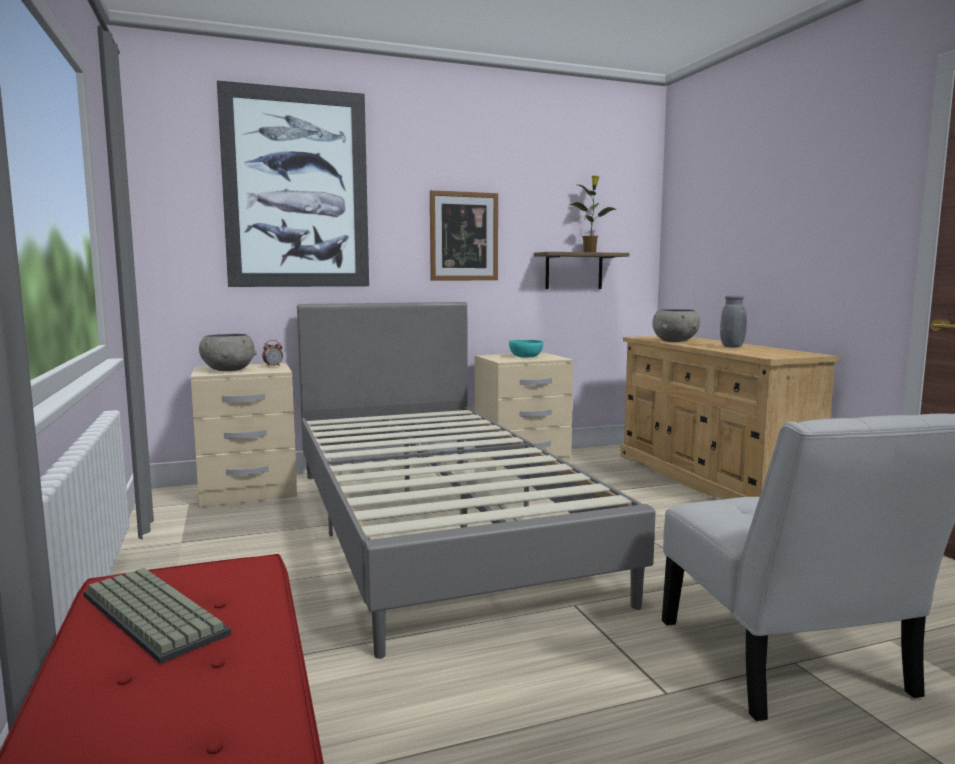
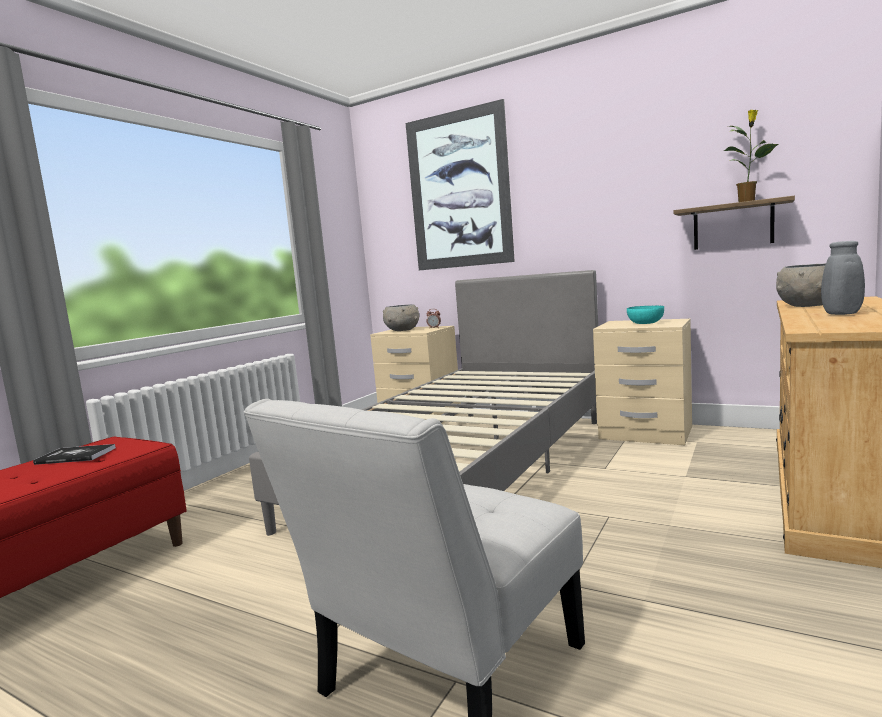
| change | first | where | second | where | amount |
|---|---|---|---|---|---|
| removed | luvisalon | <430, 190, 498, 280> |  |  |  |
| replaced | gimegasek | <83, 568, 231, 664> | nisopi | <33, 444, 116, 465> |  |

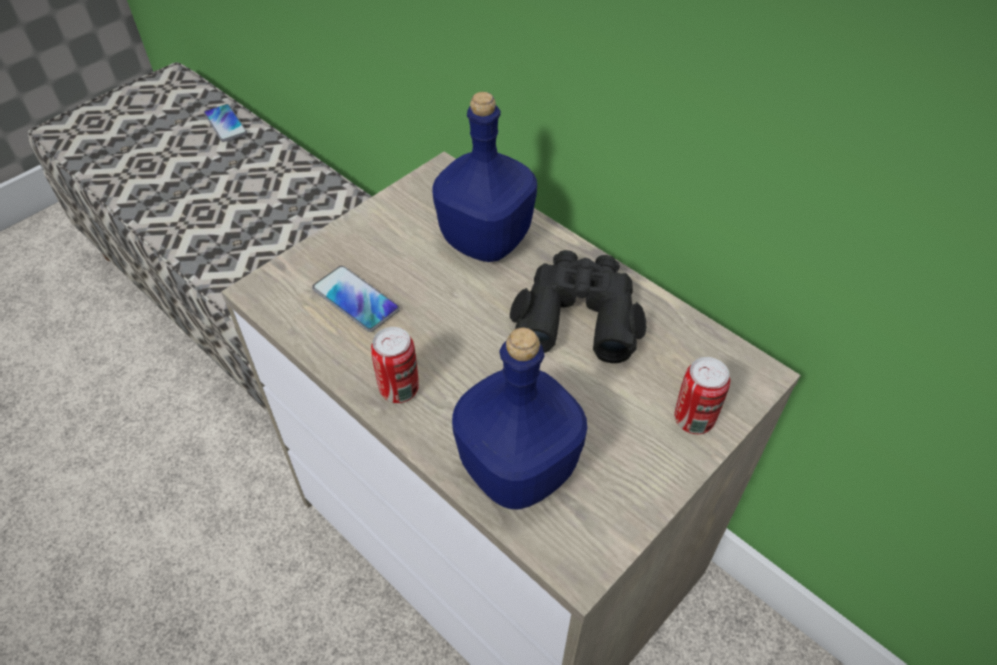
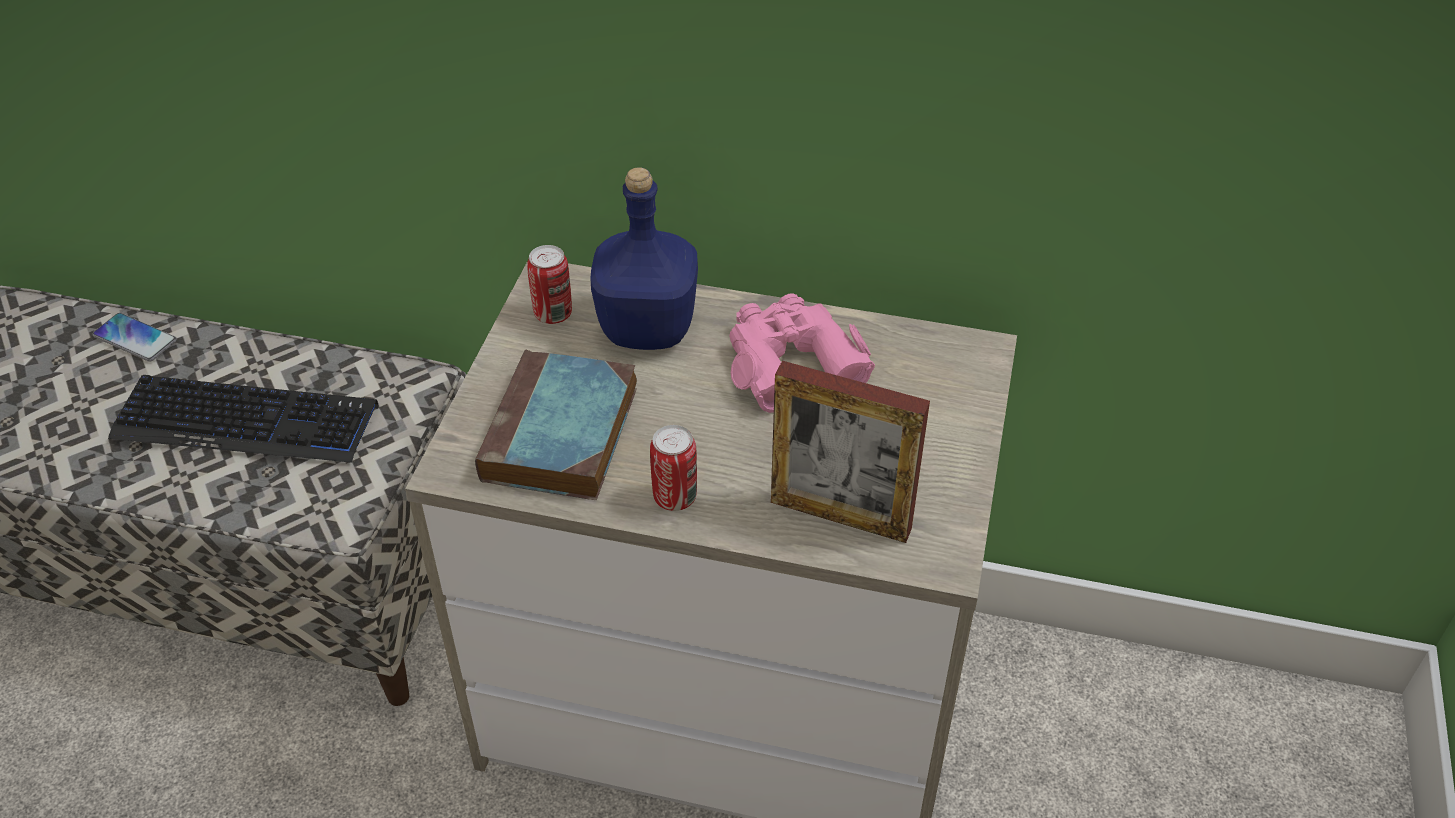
| change | first | where | second | where | amount |
|---|---|---|---|---|---|
| added |  |  | gimegasek | <108, 375, 378, 463> |  |
| moved | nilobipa | <675, 357, 730, 434> |  | <527, 245, 572, 324> |  |
| replaced | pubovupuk | <312, 266, 400, 332> | nisopi | <475, 349, 637, 500> |  |
| replaced | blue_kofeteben | <452, 328, 587, 509> | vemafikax | <771, 361, 930, 543> |  |
| recoloured | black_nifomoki | <510, 250, 646, 363> | pink_nifomoki | <729, 293, 875, 413> |  |

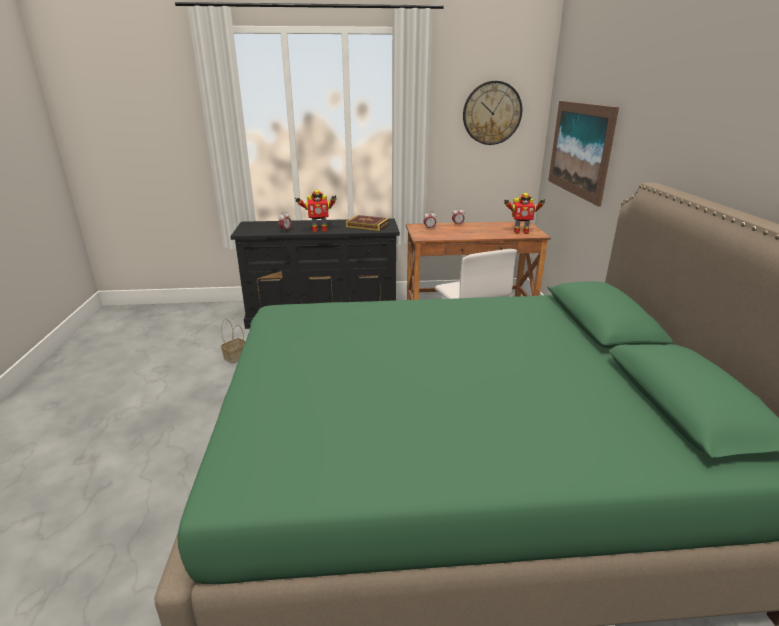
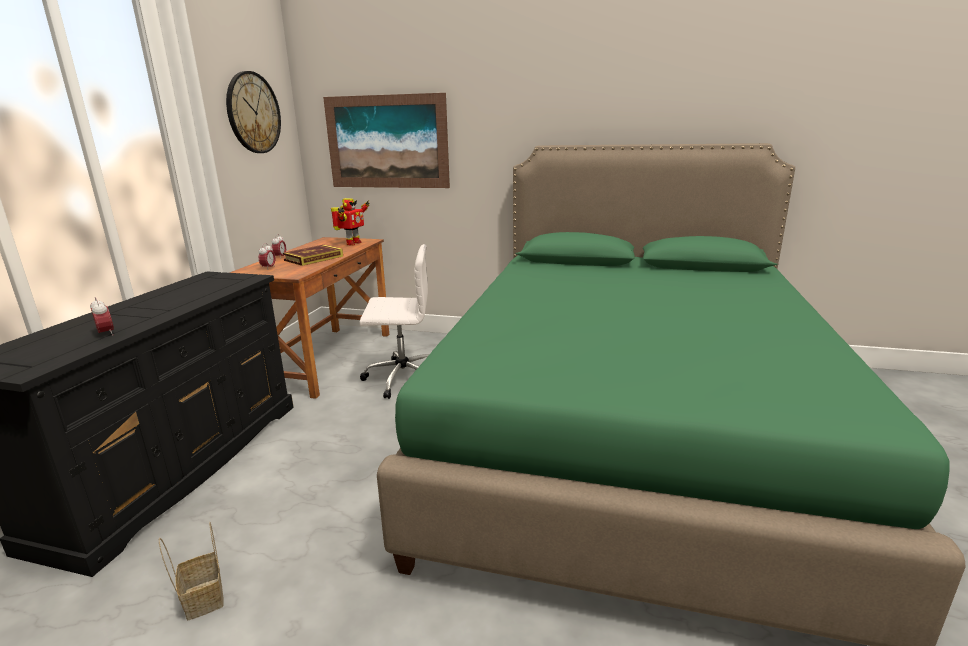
| change | first | where | second | where | amount |
|---|---|---|---|---|---|
| removed | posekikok | <295, 190, 337, 232> |  |  |  |
| moved | nisopi | <346, 215, 389, 231> |  | <283, 245, 343, 266> |  |

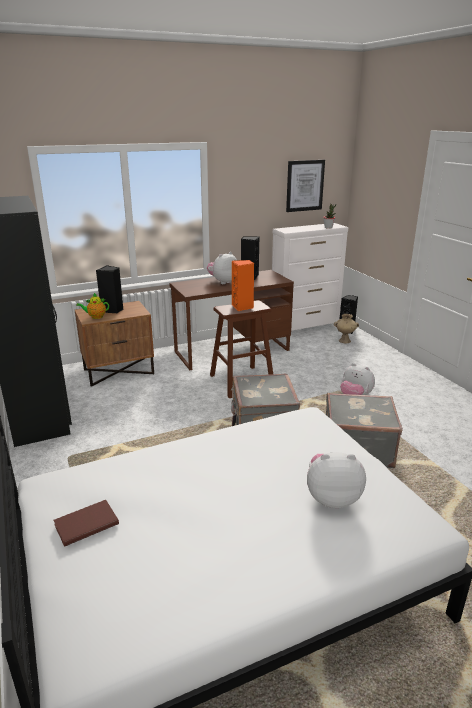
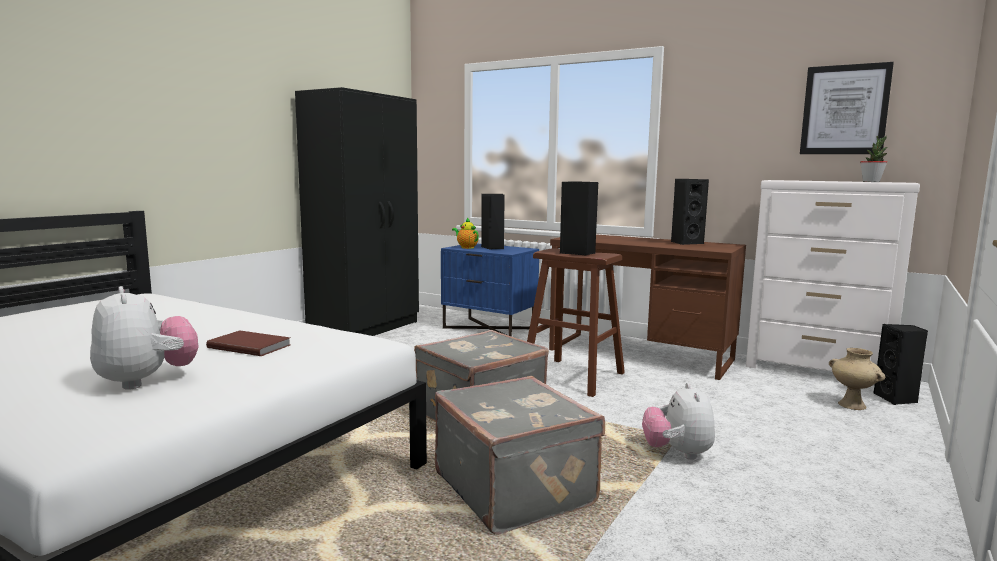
| change | first | where | second | where | amount |
|---|---|---|---|---|---|
| removed | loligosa | <207, 252, 237, 284> |  |  |  |
| moved | brown_nisopi | <54, 500, 119, 547> |  | <206, 330, 290, 356> |  |
| recoloured | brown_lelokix | <75, 301, 154, 387> | blue_lelokix | <441, 244, 539, 337> |  |
| recoloured | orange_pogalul | <232, 260, 254, 311> | black_pogalul | <560, 181, 598, 255> |  |

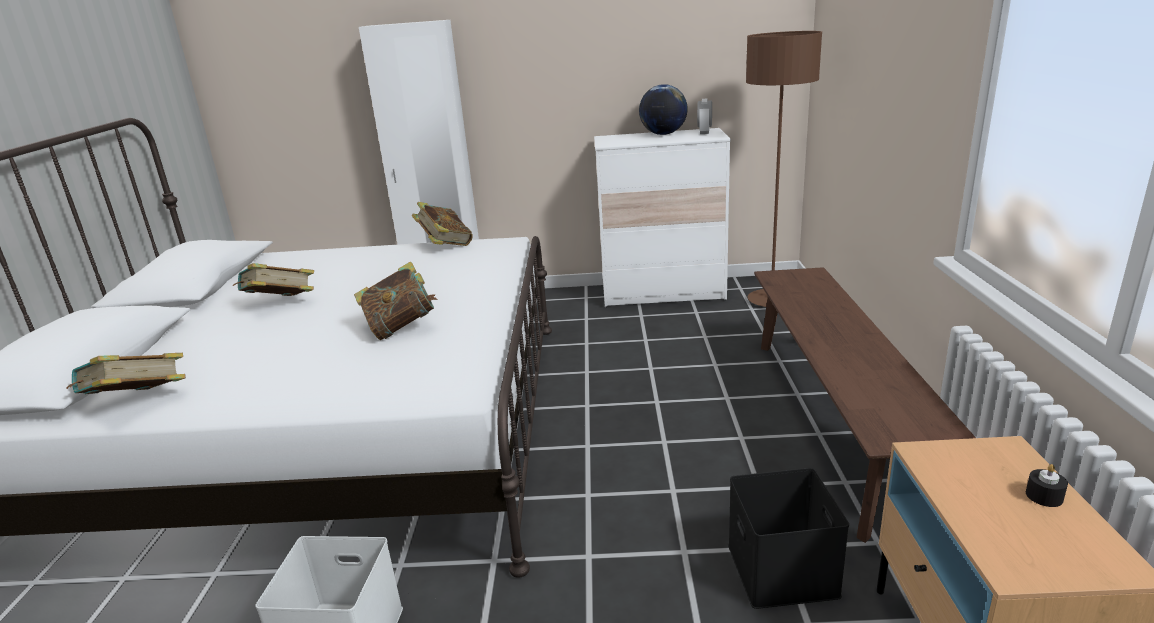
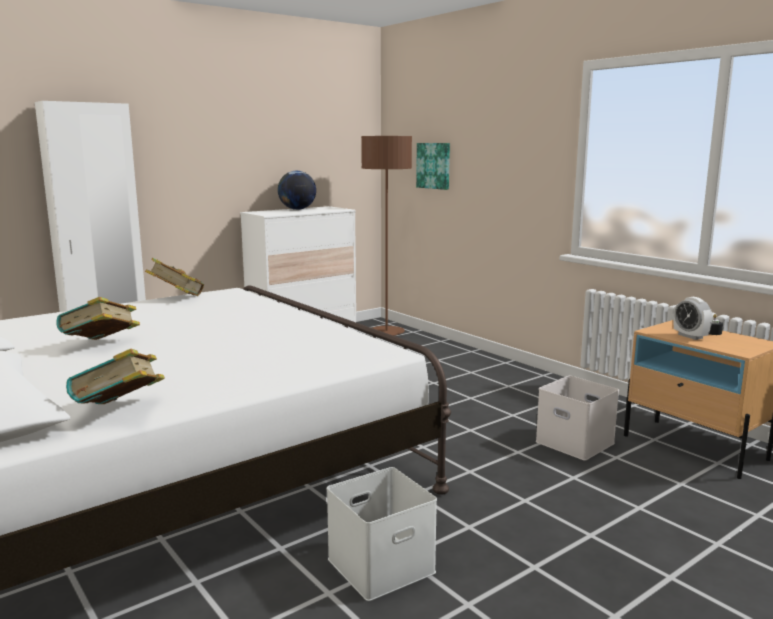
| change | first | where | second | where | amount |
|---|---|---|---|---|---|
| removed | nisopi | <354, 261, 438, 340> |  |  |  |
| removed | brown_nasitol | <754, 267, 976, 543> |  |  |  |
| added |  |  | luvisalon | <416, 143, 450, 190> |  |
| moved | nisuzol | <697, 99, 712, 134> |  | <673, 297, 712, 340> |  |
| recoloured | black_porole | <728, 468, 849, 609> | white_porole | <536, 376, 619, 460> |  |

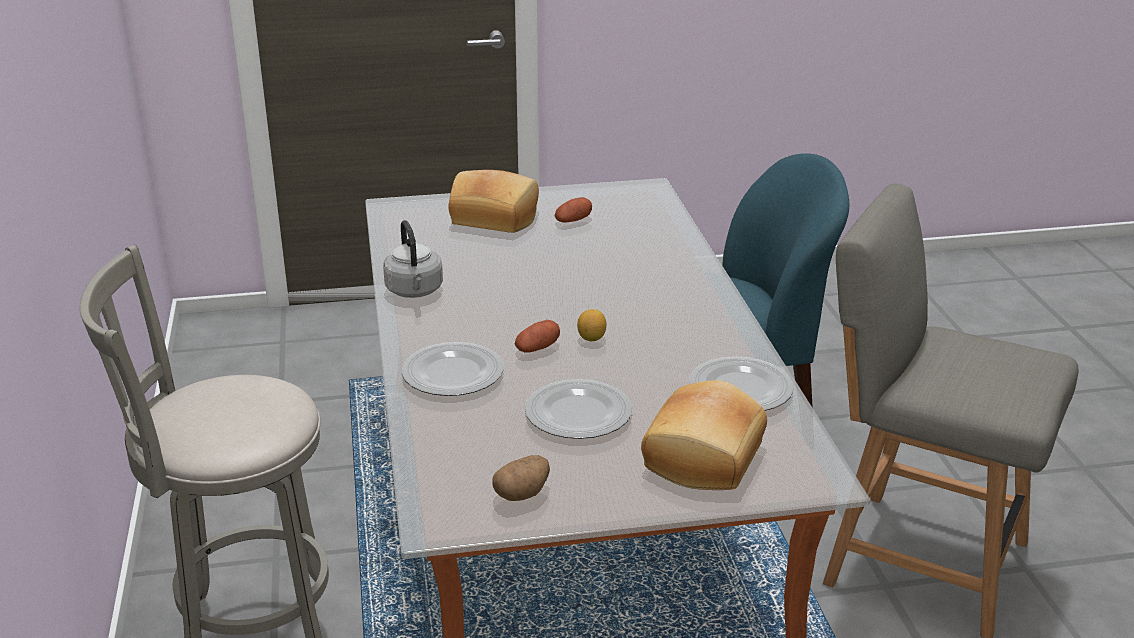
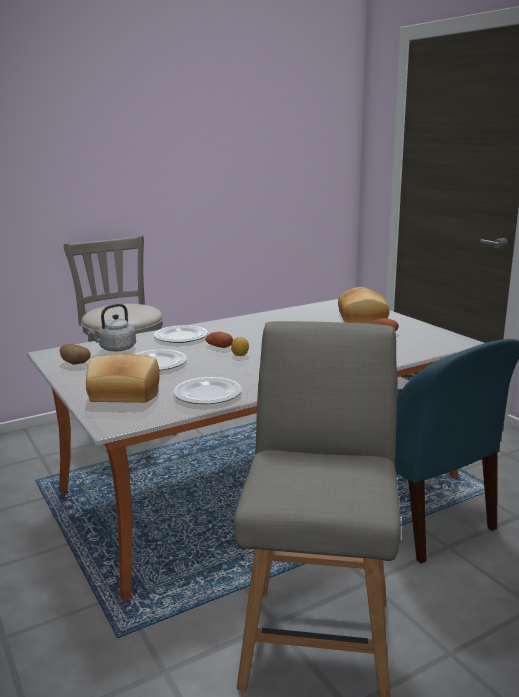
| change | first | where | second | where | amount |
|---|---|---|---|---|---|
| moved | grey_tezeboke | <383, 220, 443, 298> |  | <87, 304, 136, 351> |  |

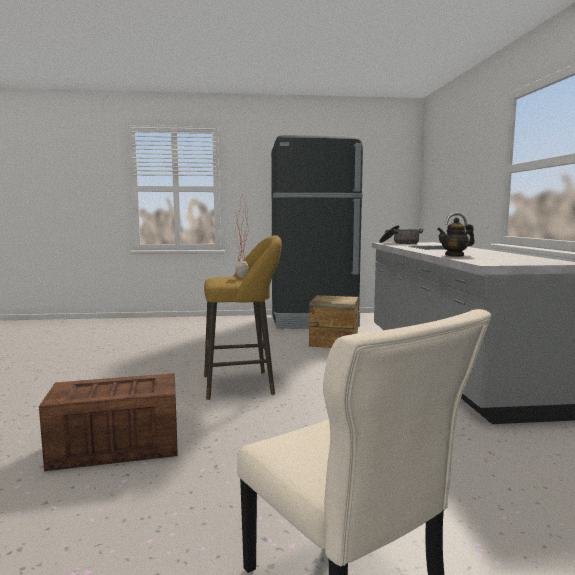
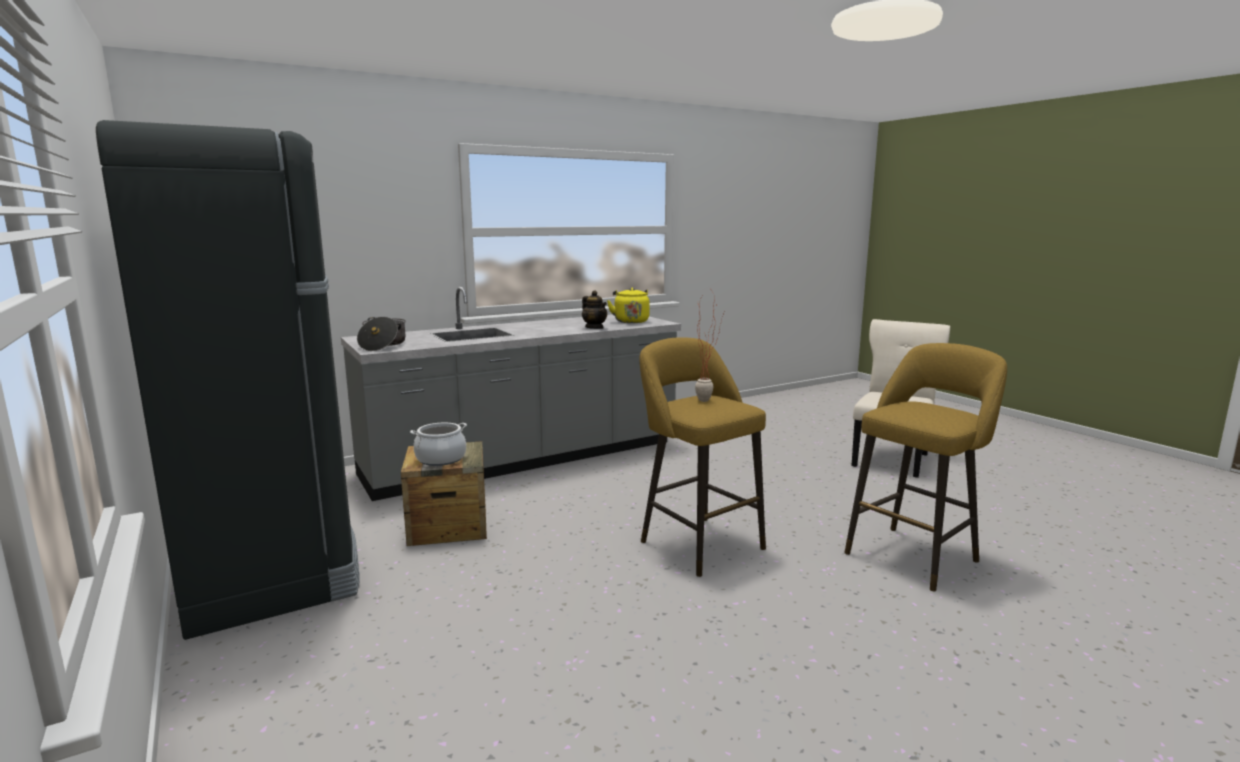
| change | first | where | second | where | amount |
|---|---|---|---|---|---|
| added |  |  | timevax | <410, 423, 467, 466> |  |
| added |  |  | yellow_tezeboke | <607, 288, 650, 323> |  |
| replaced | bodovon | <39, 373, 178, 471> | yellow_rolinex | <844, 343, 1007, 591> |  |

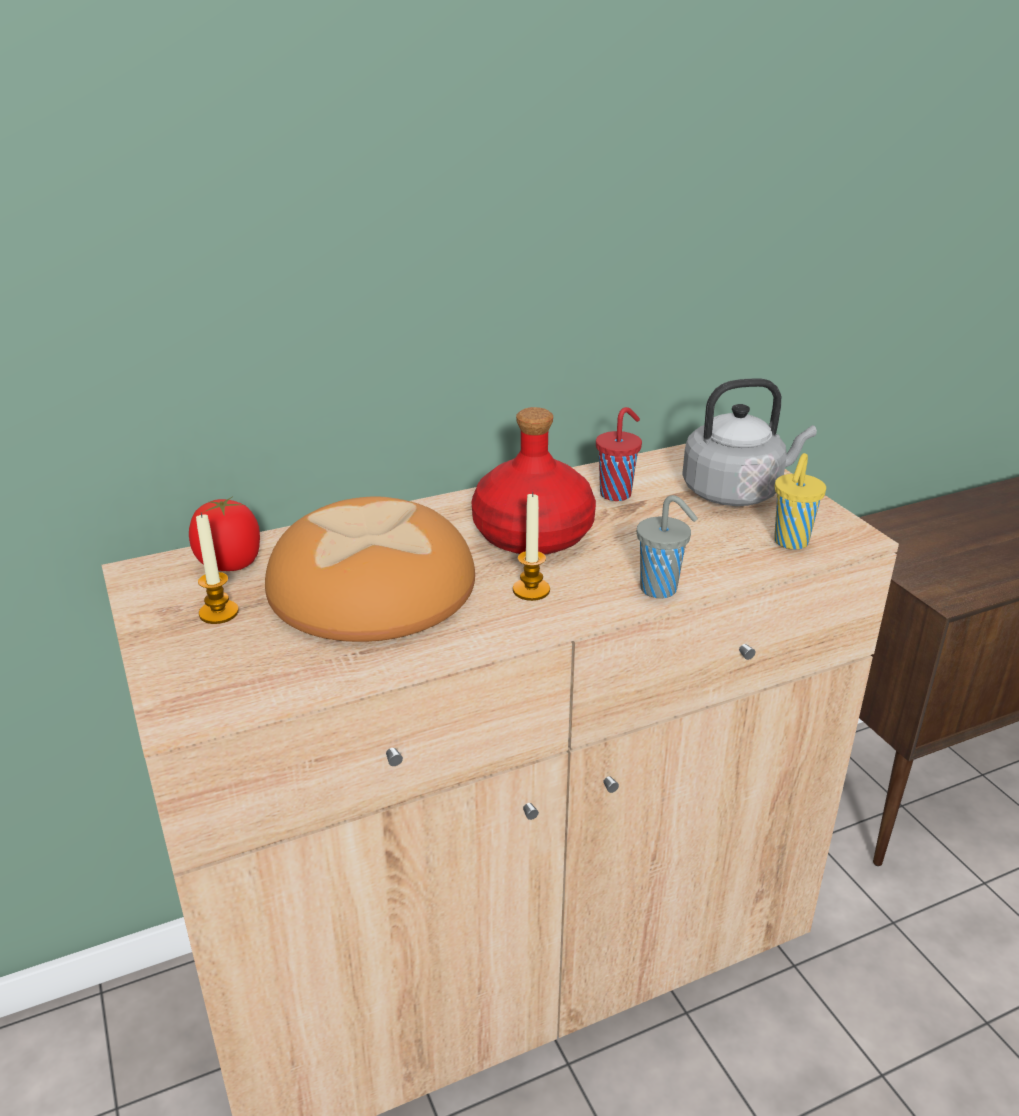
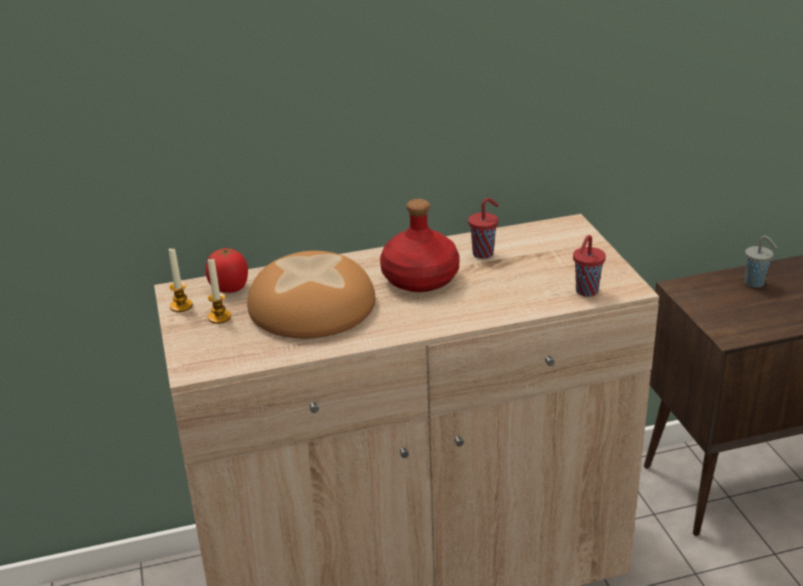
| change | first | where | second | where | amount |
|---|---|---|---|---|---|
| removed | grey_tezeboke | <682, 378, 817, 506> |  |  |  |
| moved | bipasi | <513, 492, 550, 601> |  | <168, 247, 193, 312> |  |
| moved | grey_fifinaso | <637, 495, 698, 598> |  | <745, 236, 777, 288> |  |
| recoloured | yellow_fifinaso | <774, 453, 826, 549> | red_fifinaso | <573, 235, 606, 297> |  |

